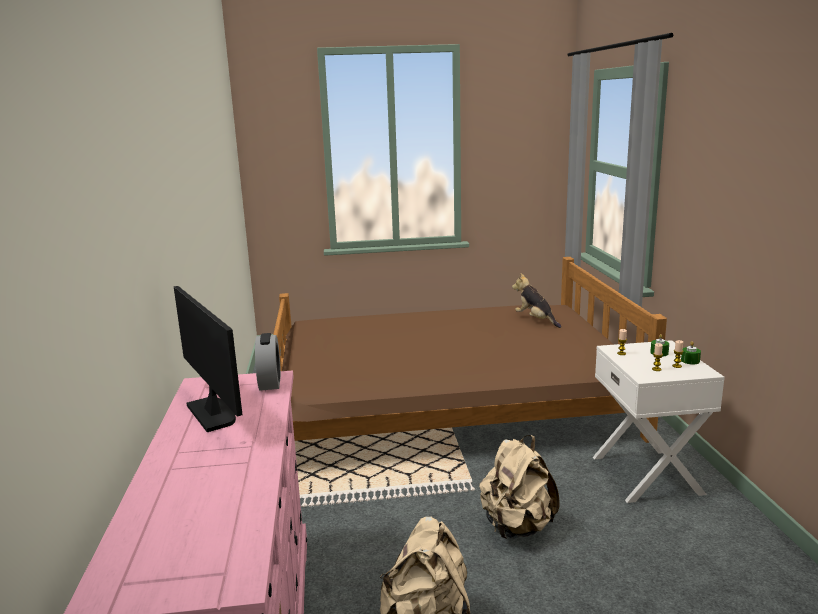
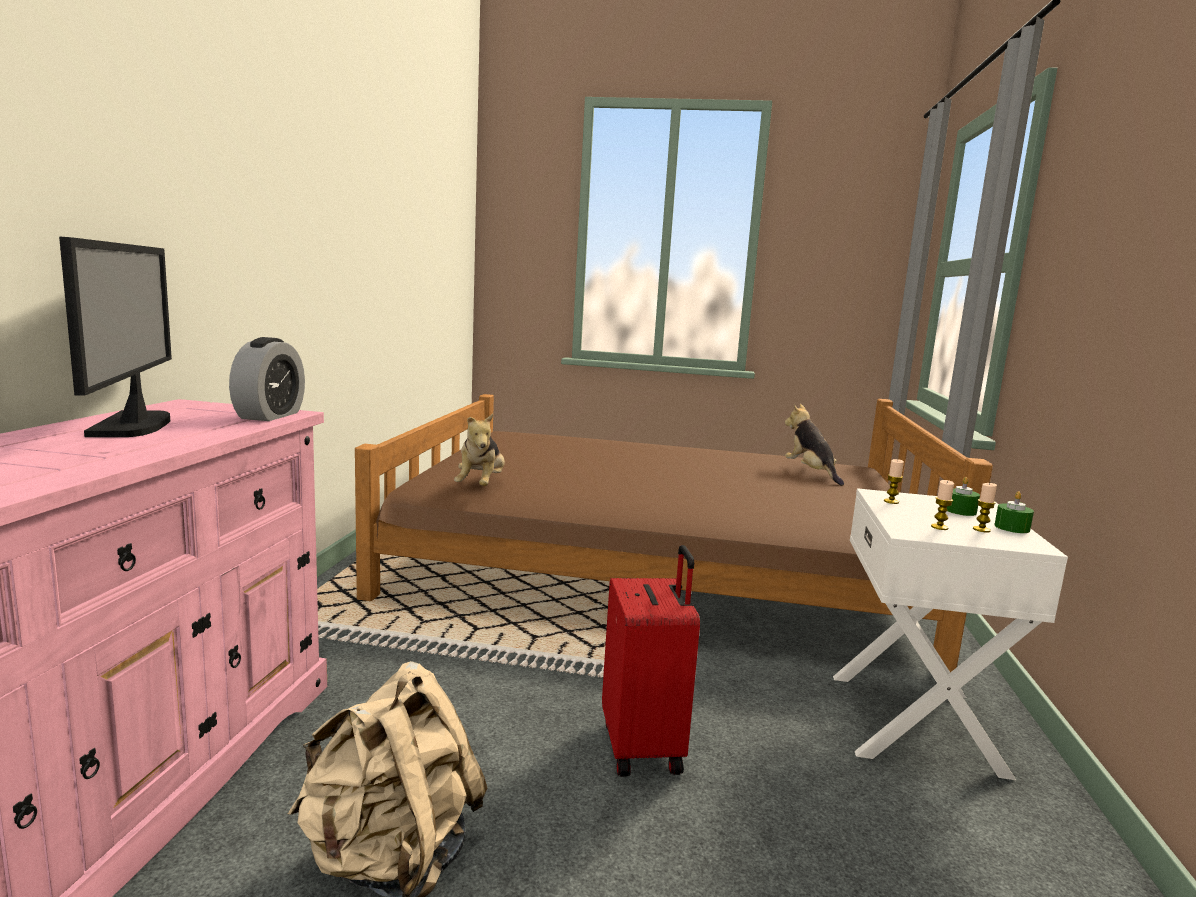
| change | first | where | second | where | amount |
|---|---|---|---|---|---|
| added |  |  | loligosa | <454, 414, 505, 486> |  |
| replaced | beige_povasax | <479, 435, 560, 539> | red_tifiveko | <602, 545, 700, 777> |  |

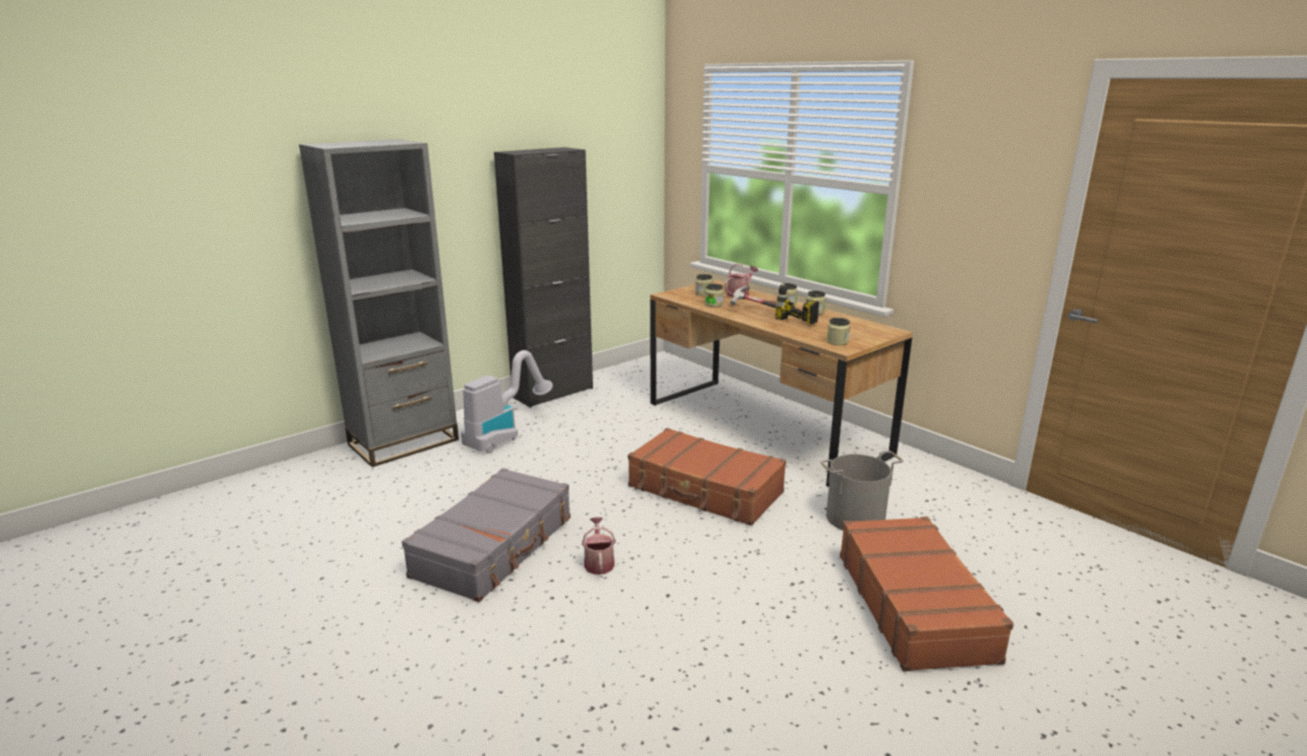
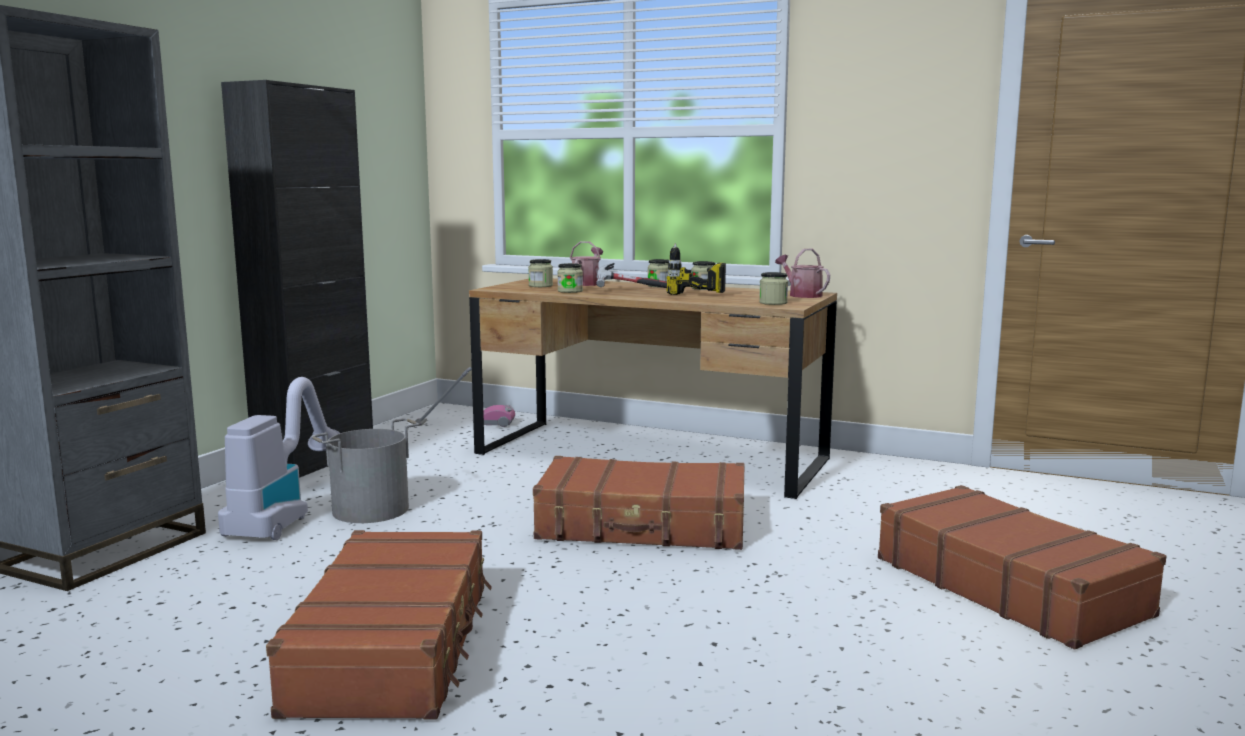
| change | first | where | second | where | amount |
|---|---|---|---|---|---|
| added |  |  | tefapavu | <415, 367, 515, 427> |  |
| moved | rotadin | <582, 517, 616, 575> |  | <775, 248, 830, 298> |  |
| moved | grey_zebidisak | <820, 451, 903, 530> |  | <311, 418, 420, 523> |  |
| recoloured | grey_tifiveko | <402, 468, 571, 602> | brown_tifiveko | <266, 530, 492, 719> |  |

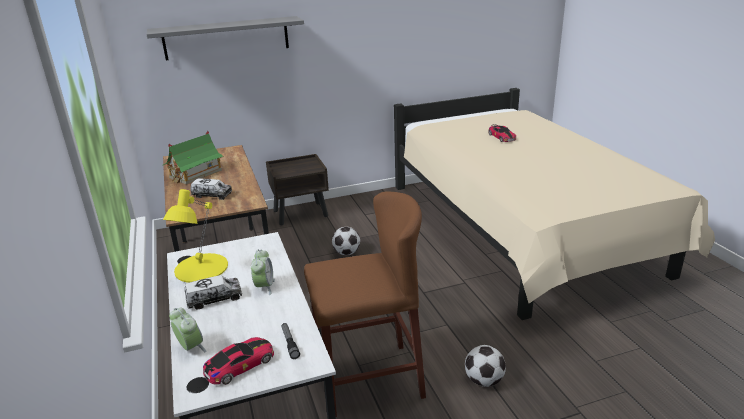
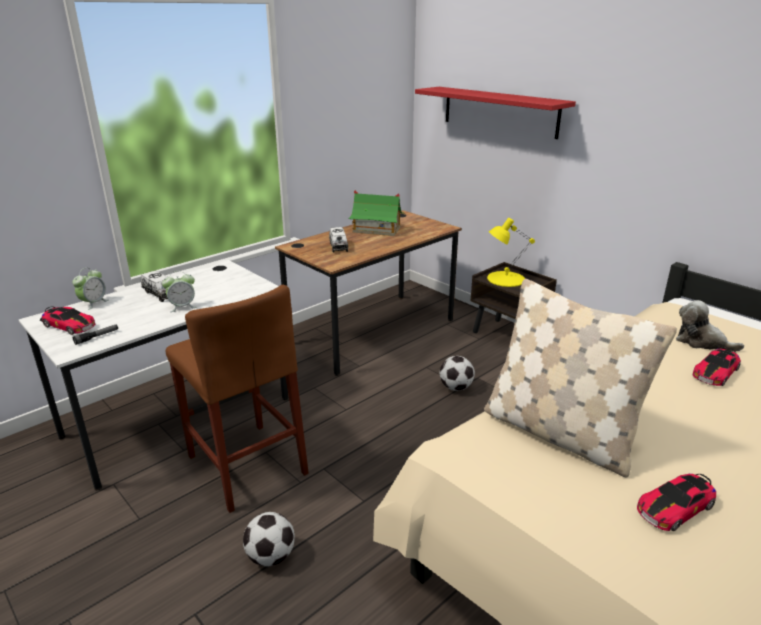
| change | first | where | second | where | amount |
|---|---|---|---|---|---|
| added |  |  | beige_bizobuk | <484, 279, 677, 478> |  |
| added |  |  | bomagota | <637, 474, 716, 531> |  |
| added |  |  | loligosa | <676, 300, 744, 351> |  |
| moved | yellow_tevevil | <163, 189, 228, 283> |  | <487, 218, 535, 287> |  |
| recoloured | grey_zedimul | <146, 16, 304, 60> | red_zedimul | <415, 87, 576, 139> |  |

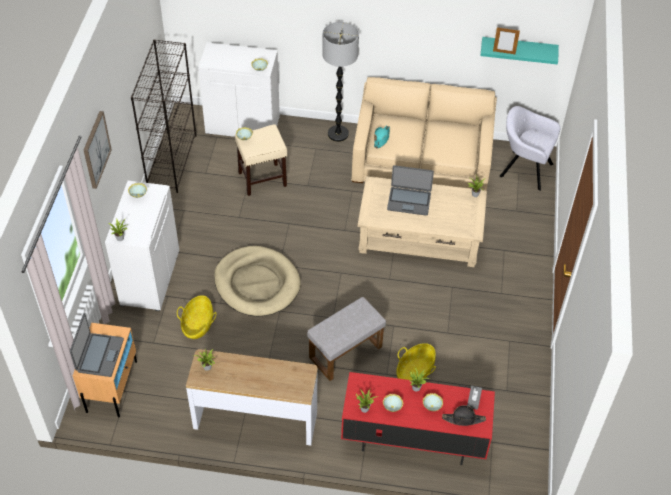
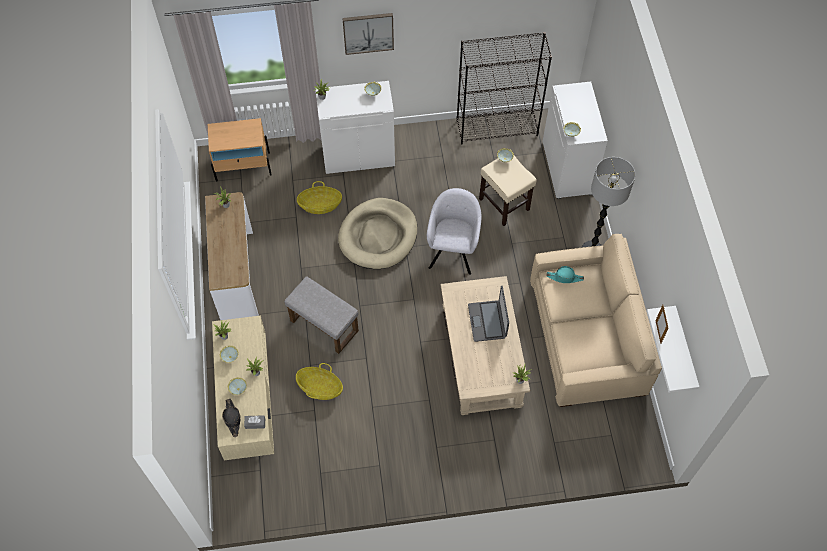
| change | first | where | second | where | amount |
|---|---|---|---|---|---|
| removed | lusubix | <70, 313, 124, 377> |  |  |  |
| moved | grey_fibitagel | <499, 106, 560, 191> |  | <427, 188, 482, 275> |  |
| recoloured | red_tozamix | <341, 372, 495, 465> | beige_tozamix | <212, 316, 274, 460> |  |
| recoloured | turquoise_zedimul | <480, 37, 559, 64> | white_zedimul | <646, 306, 699, 393> |  |

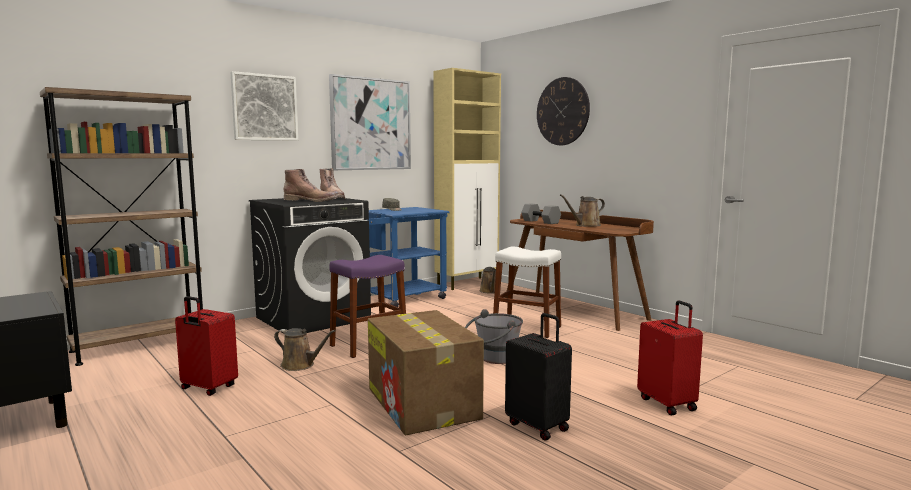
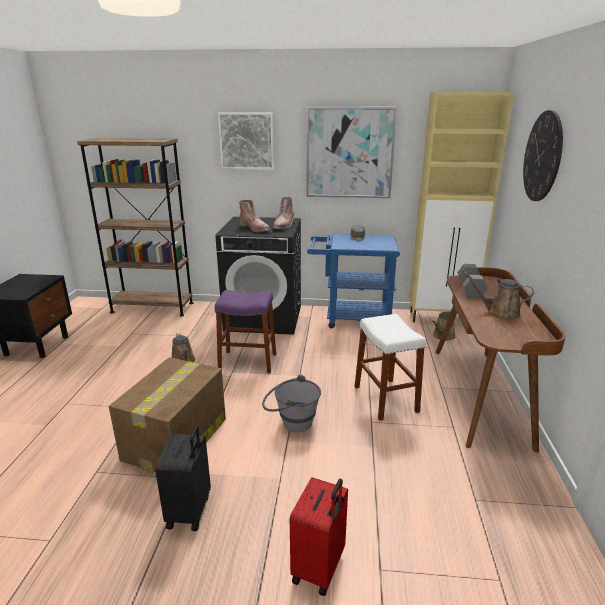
| change | first | where | second | where | amount |
|---|---|---|---|---|---|
| removed | red_tifiveko | <175, 296, 238, 396> |  |  |  |

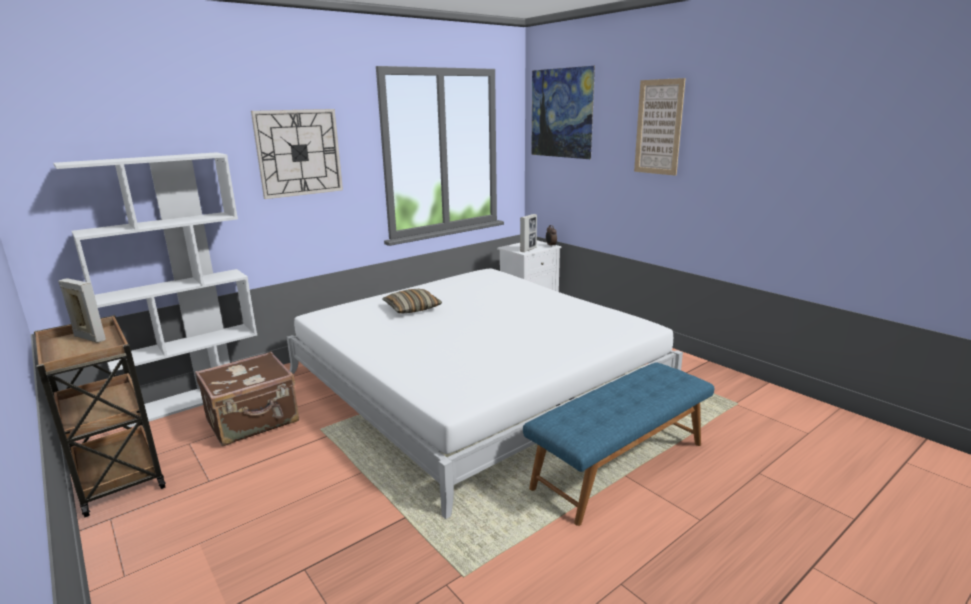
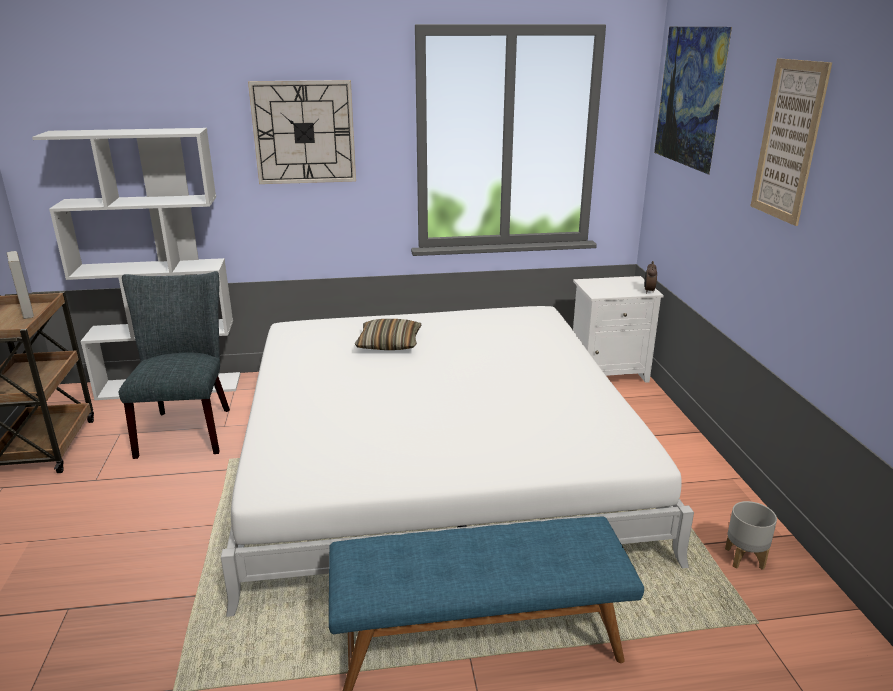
| change | first | where | second | where | amount |
|---|---|---|---|---|---|
| removed | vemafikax | <520, 214, 537, 252> |  |  |  |
| added |  |  | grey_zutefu | <725, 501, 777, 570> |  |
| replaced | brown_tifiveko | <195, 351, 299, 446> | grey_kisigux | <119, 271, 230, 459> |  |

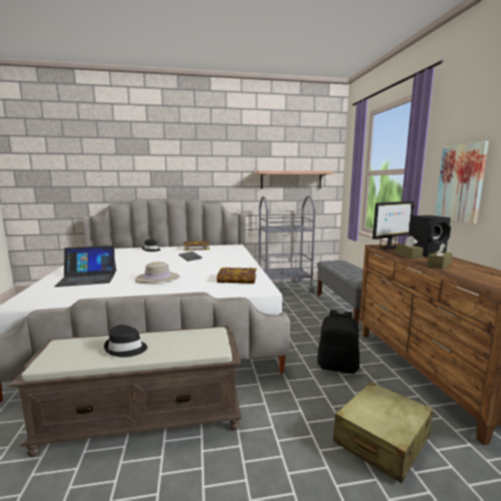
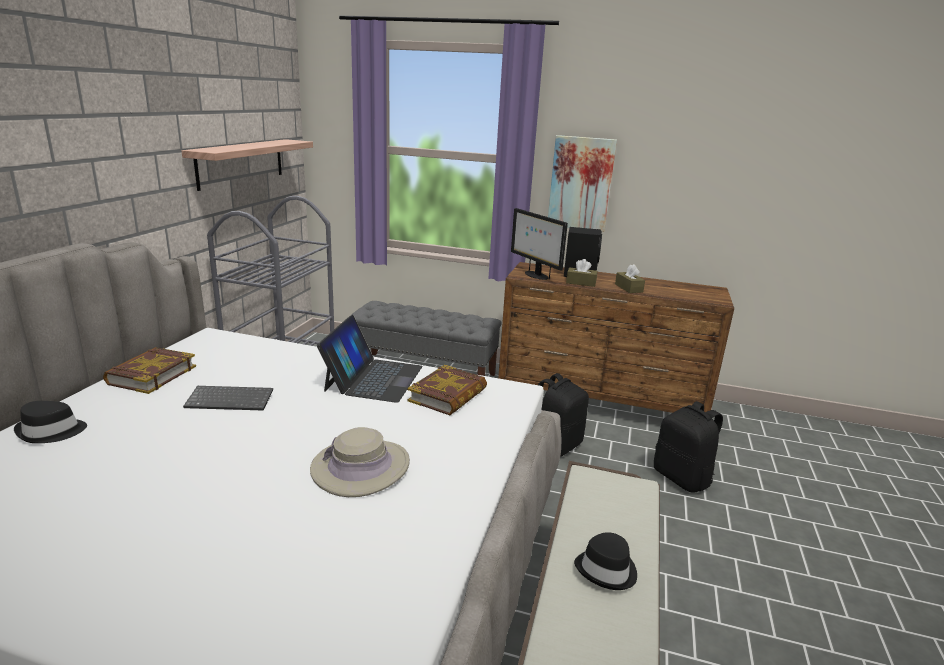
| change | first | where | second | where | amount |
|---|---|---|---|---|---|
| moved | lusubix | <54, 245, 116, 287> |  | <317, 315, 423, 403> |  |
| replaced | beige_tifiveko | <333, 382, 433, 483> | black_povasax | <654, 401, 723, 493> |  |
| turned | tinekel | <373, 201, 414, 249> |  | <511, 208, 568, 280> | 150 degrees clockwise |

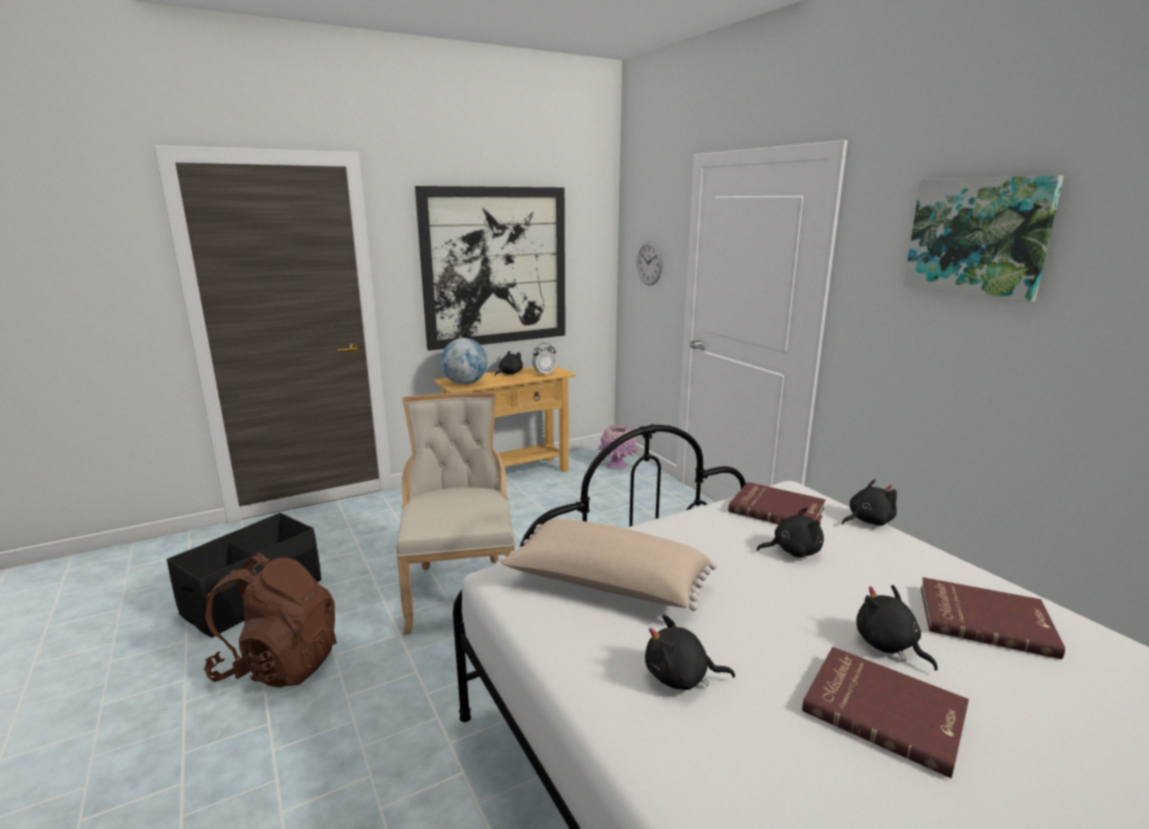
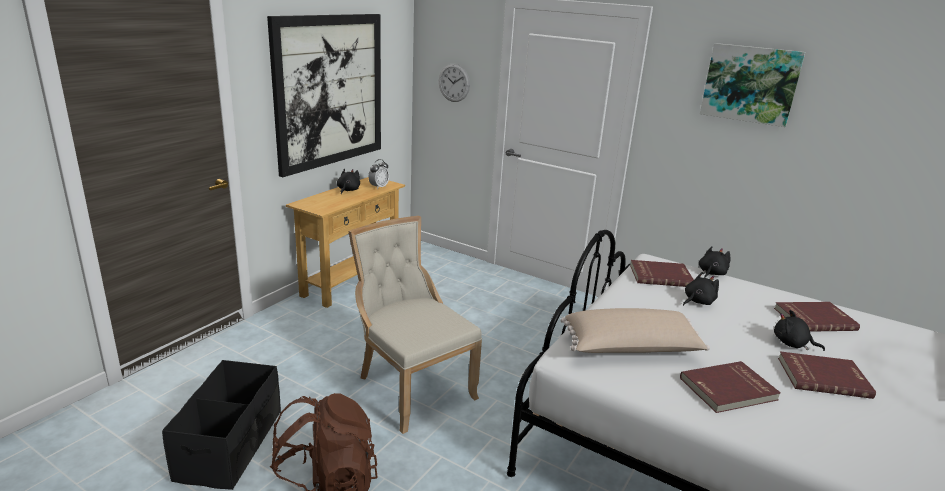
| change | first | where | second | where | amount |
|---|---|---|---|---|---|
| removed | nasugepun | <441, 338, 487, 385> |  |  |  |
| removed | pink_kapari | <597, 424, 639, 469> |  |  |  |
| replaced | black_loligosa | <645, 615, 735, 690> | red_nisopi | <680, 361, 781, 413> |  |

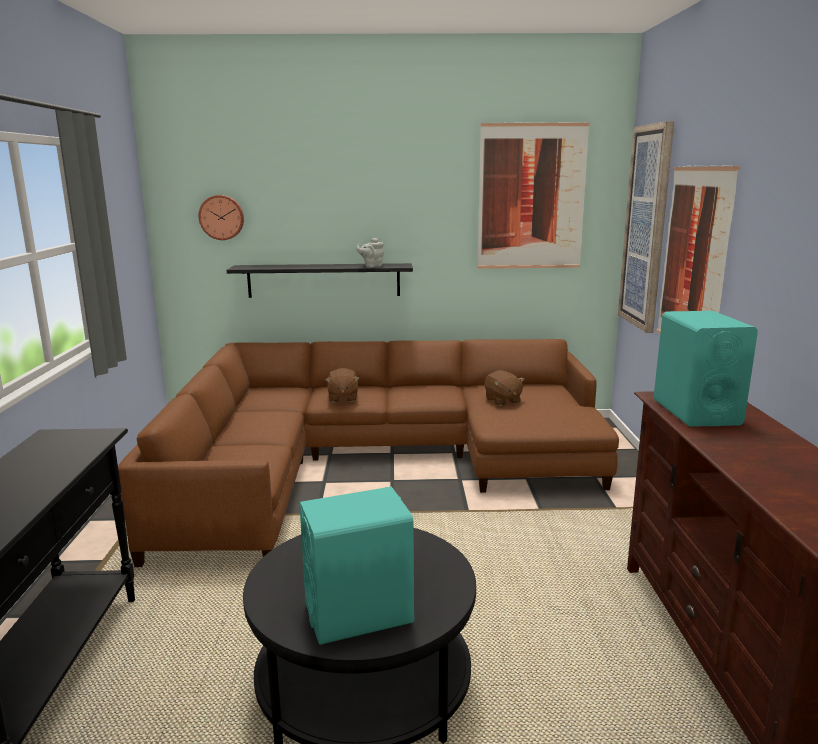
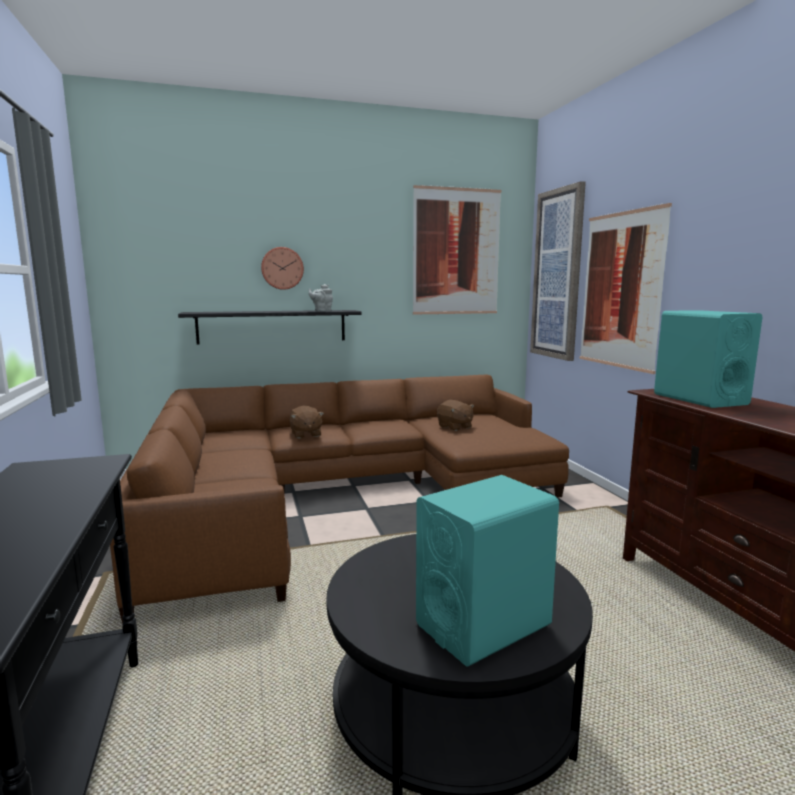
| change | first | where | second | where | amount |
|---|---|---|---|---|---|
| moved | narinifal | <198, 195, 244, 240> |  | <261, 247, 304, 290> |  |

